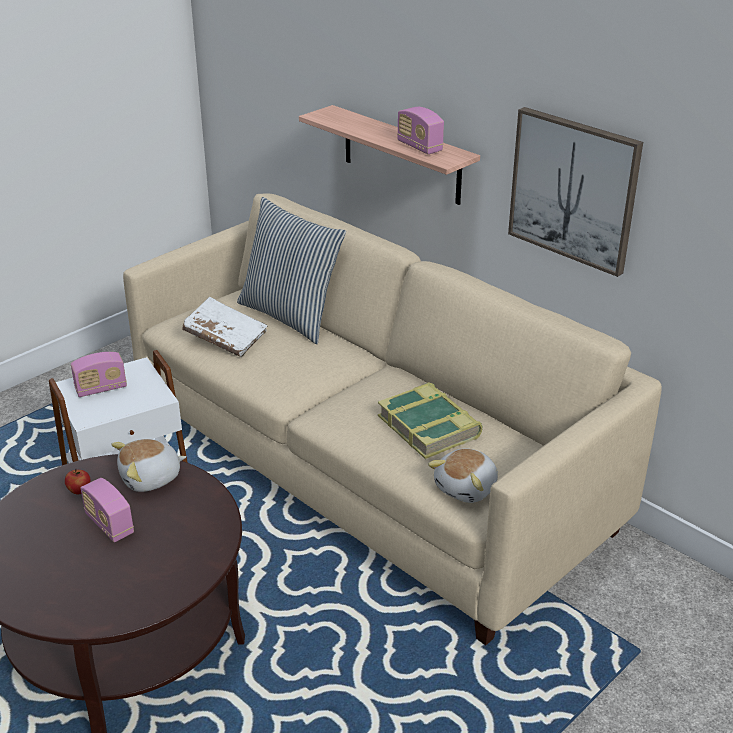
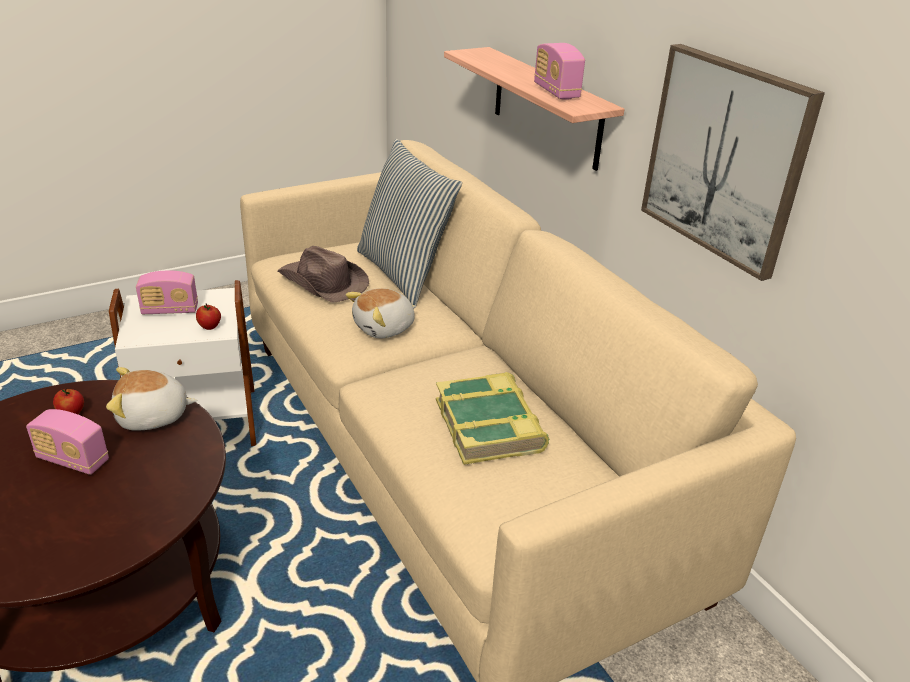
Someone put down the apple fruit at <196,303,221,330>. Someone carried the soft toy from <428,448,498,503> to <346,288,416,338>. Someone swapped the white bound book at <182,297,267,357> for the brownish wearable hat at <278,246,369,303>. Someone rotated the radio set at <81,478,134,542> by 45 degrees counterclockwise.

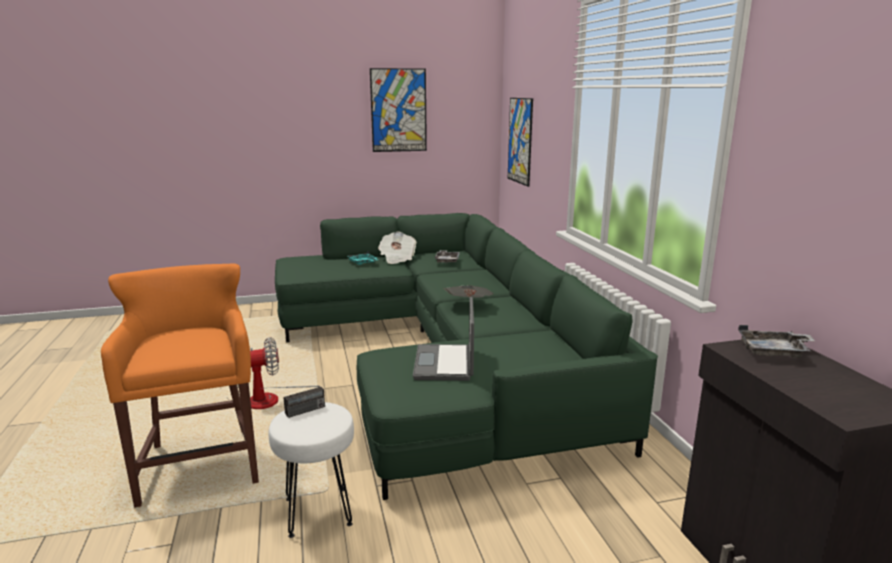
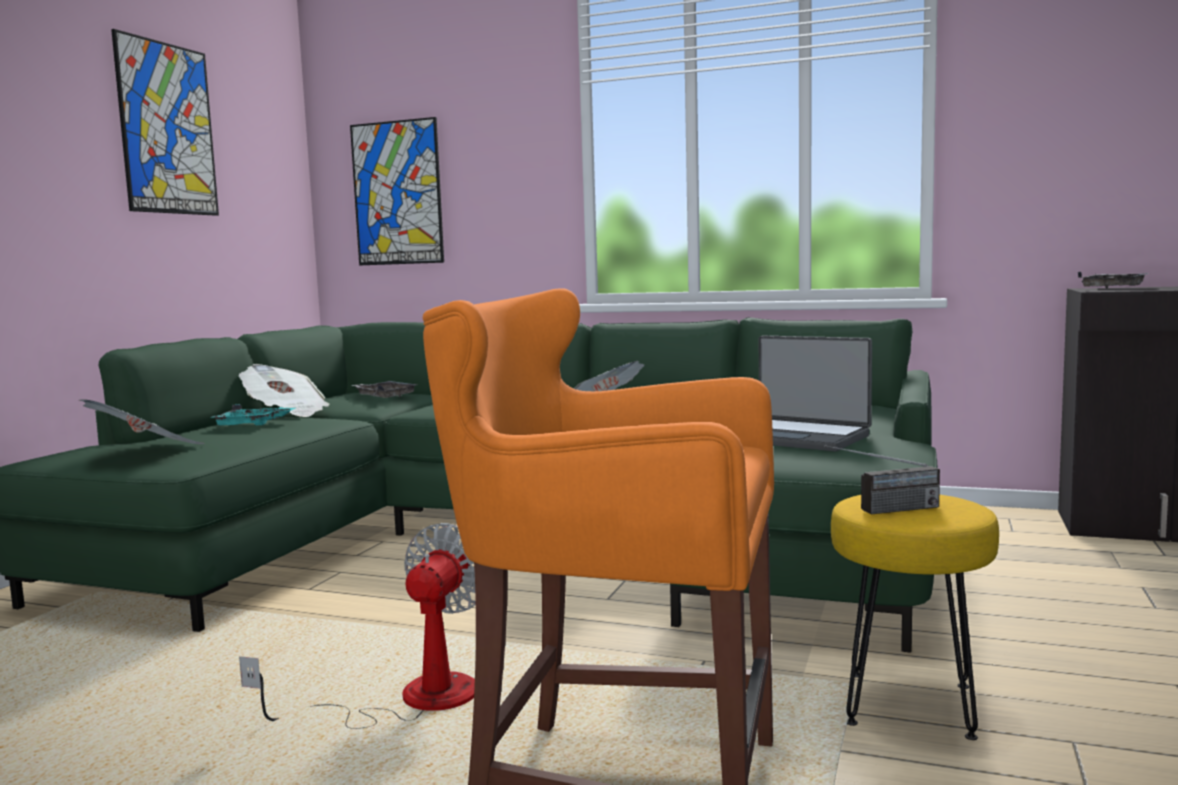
Someone put down the printed paper at <78,399,205,444>. Someone repainted the white sitting stool at <269,402,354,538>, which became the yellow-coloured sitting stool at <831,495,999,740>. Someone rotated the radio set at <272,385,325,418> by 75 degrees clockwise.

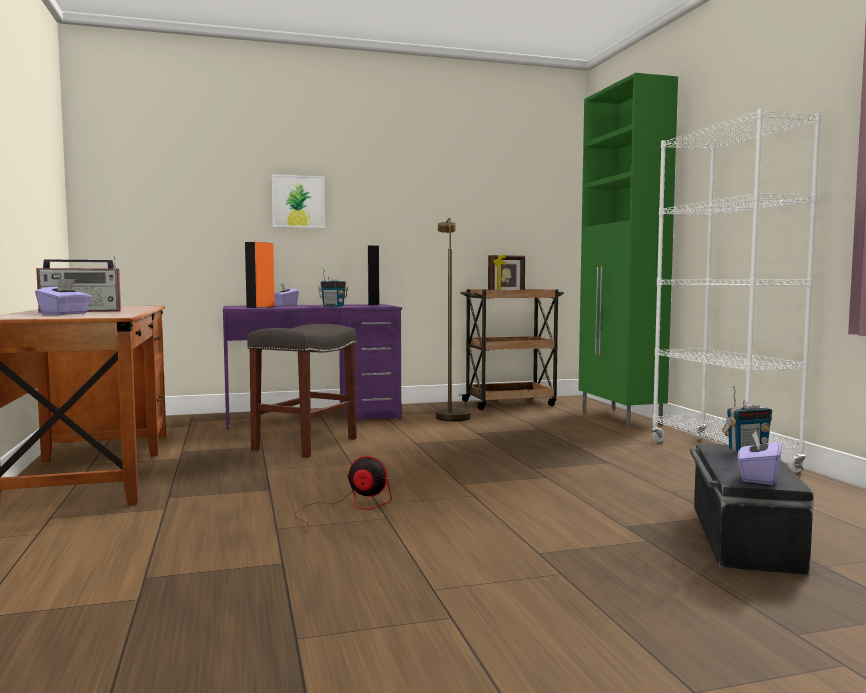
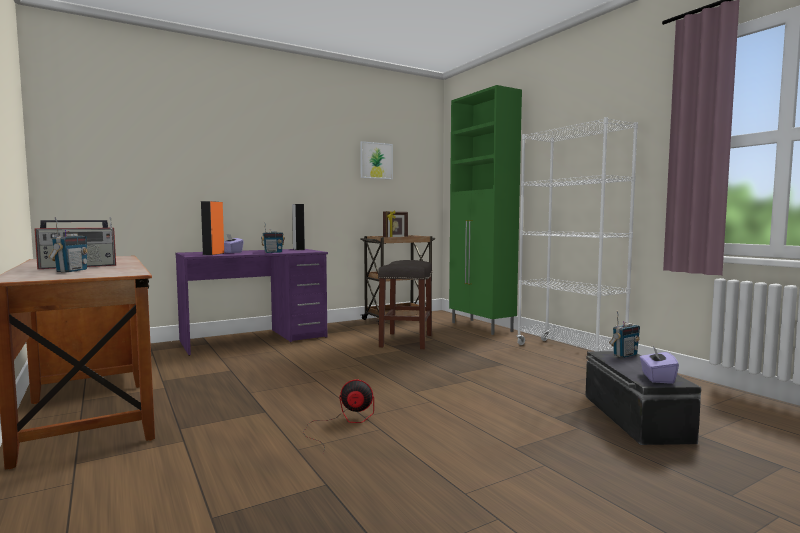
Someone took away the brownish standing lamp at <436,218,471,421>. Someone carried the grey sitting stool from <247,324,357,458> to <378,260,433,349>. Someone carried the wall art from <272,174,325,228> to <360,141,393,179>. Someone swapped the purplish tissue holder at <35,279,92,315> for the radio set at <49,217,88,273>.

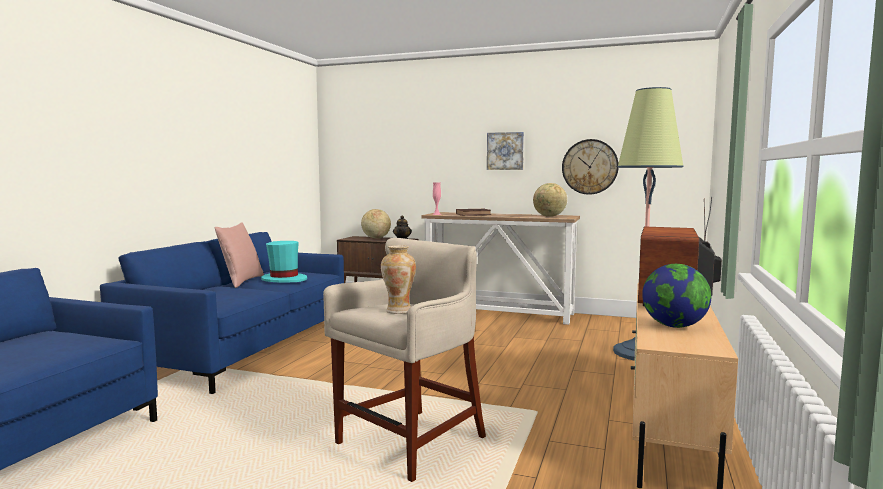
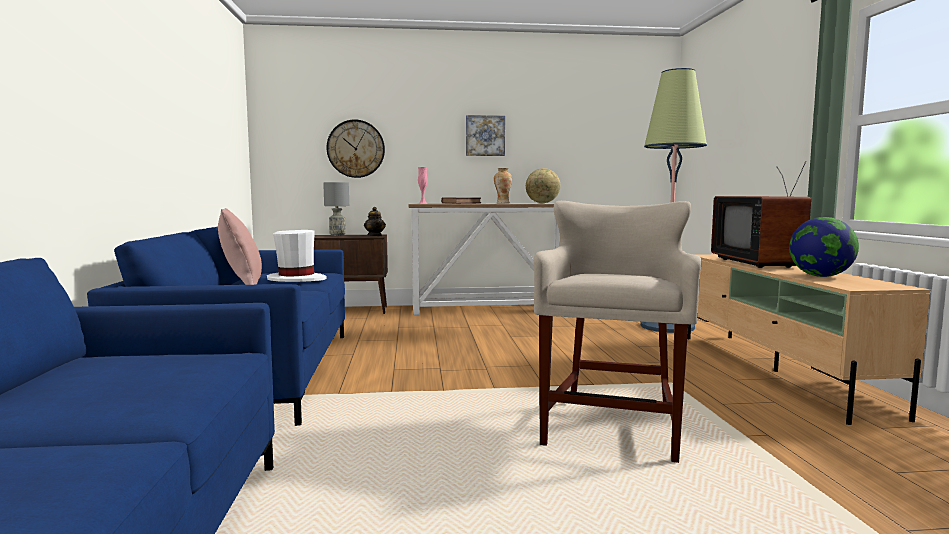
Someone carried the vase from <381,245,416,314> to <494,168,512,203>. Someone carried the wall clock from <562,139,619,195> to <327,119,385,178>. Someone swapped the desk globe at <361,209,391,239> for the grey lamp for a table at <323,182,349,236>. Someone repainted the turquoise wearable hat at <261,241,307,282>, which became the white wearable hat at <267,230,327,282>.

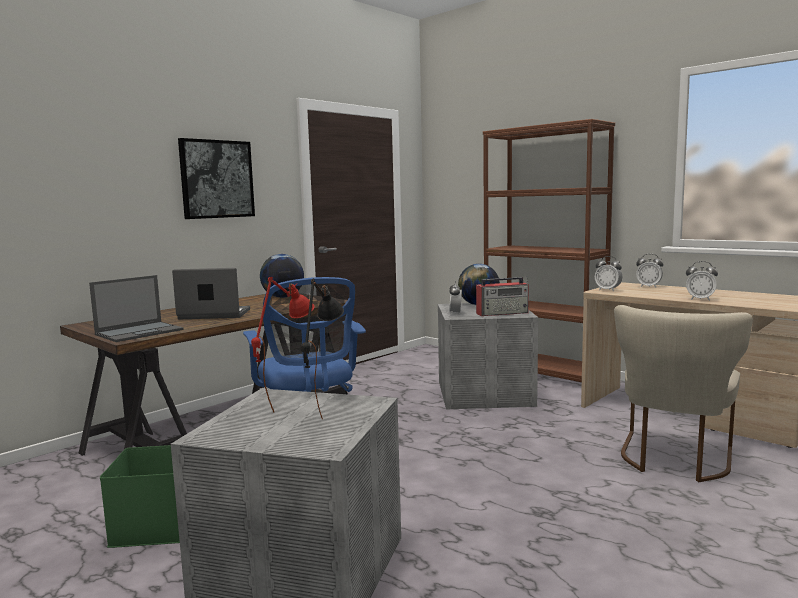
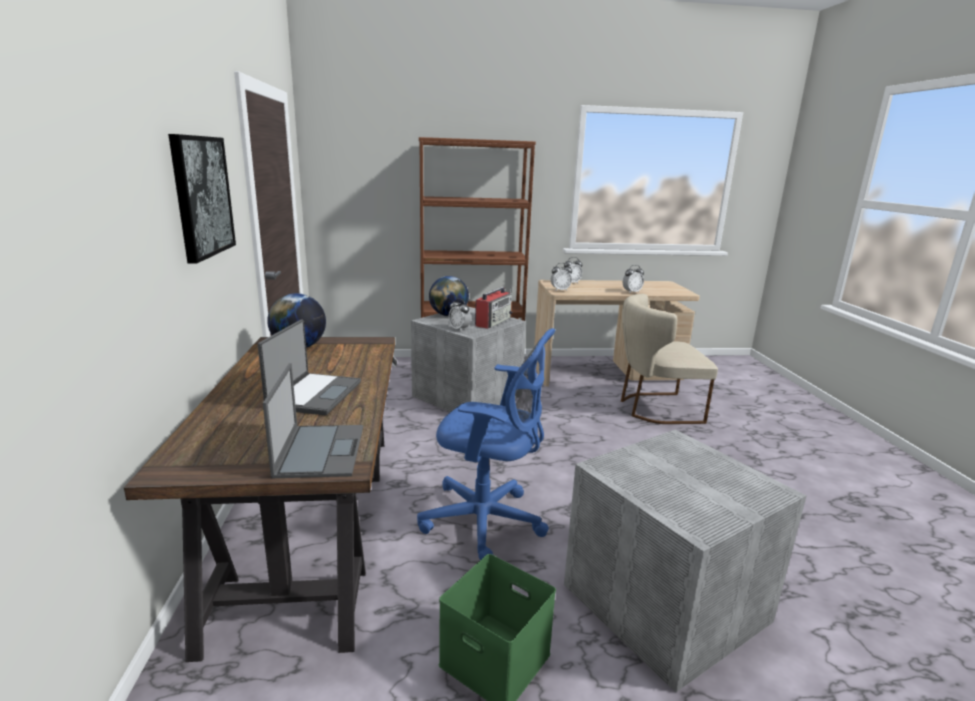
Someone took away the red-coloured lamp for a table at <251,277,314,413>. Someone took away the blackish lamp for a table at <301,278,344,419>. Someone rotated the portable computer at <172,268,250,319> by 150 degrees clockwise. Someone rotated the beige plain chair at <614,305,753,482> by 105 degrees clockwise.

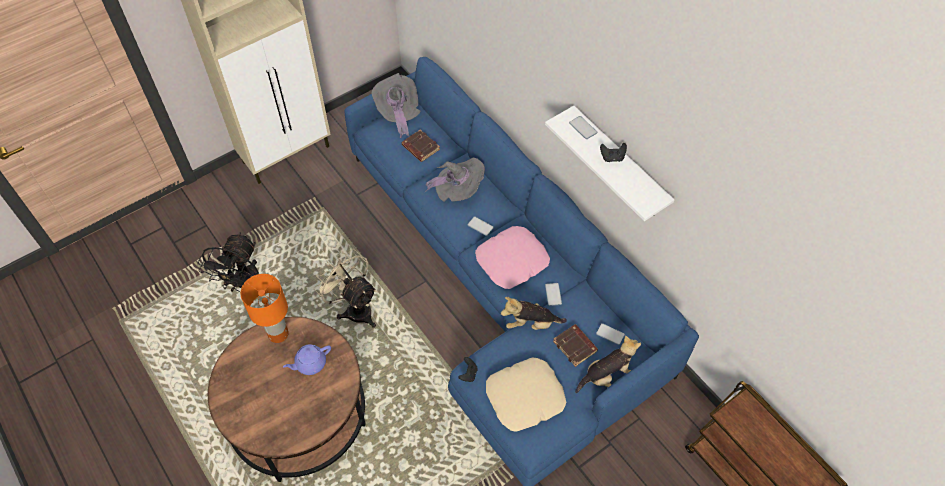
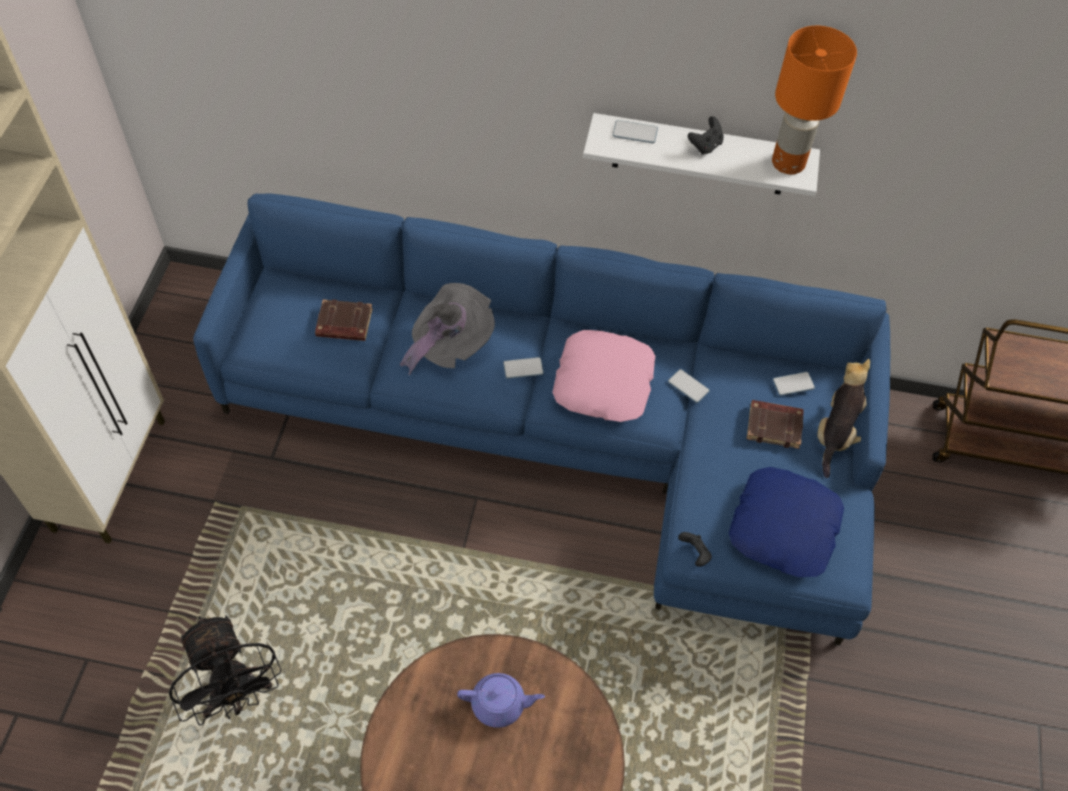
Someone took away the beige electric fan at <314,249,377,328>. Someone took away the grey wearable hat at <371,73,421,138>. Someone took away the soft toy at <501,297,567,330>. Someone carried the orange lamp for a table from <240,274,289,343> to <772,26,857,174>. Someone repainted the beige pillow at <486,358,566,432>, which became the blue pillow at <729,467,844,577>. Someone rotated the purplish teapot at <283,344,331,375> by 105 degrees counterclockwise.

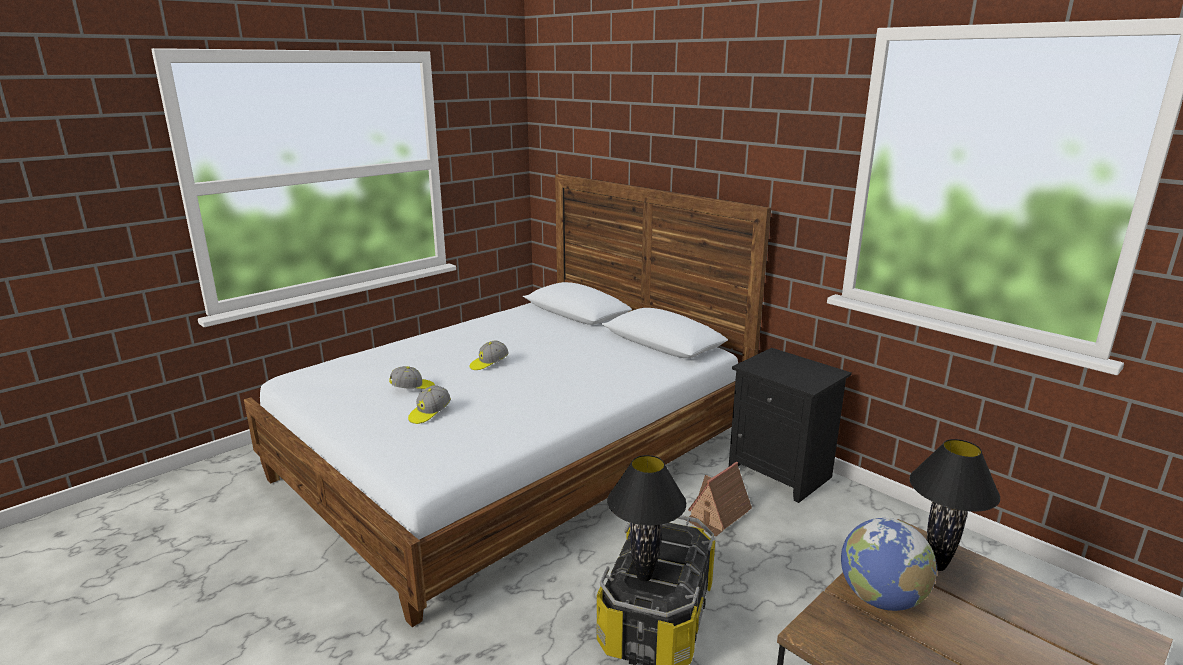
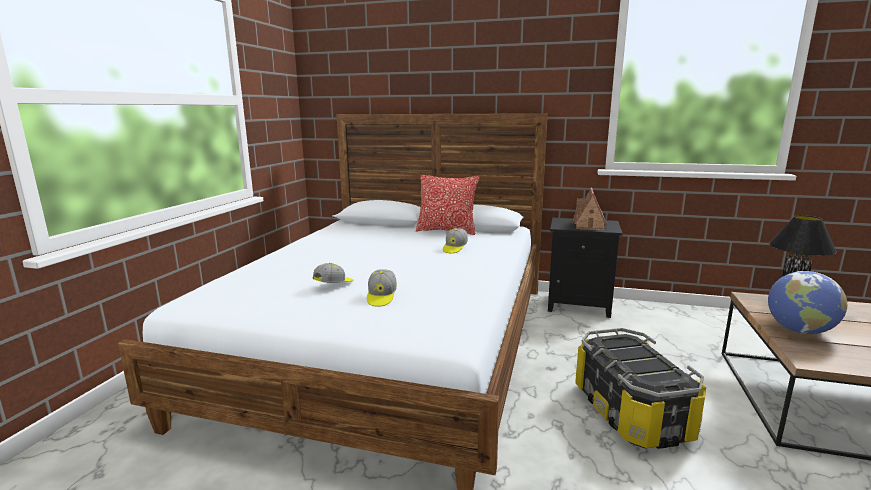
Someone took away the blackish lamp for a table at <607,455,686,581>. Someone put down the pillow at <416,175,480,235>. Someone carried the baseball cap from <470,340,509,370> to <443,228,468,253>. Someone carried the toy house from <685,462,752,537> to <573,188,607,230>.

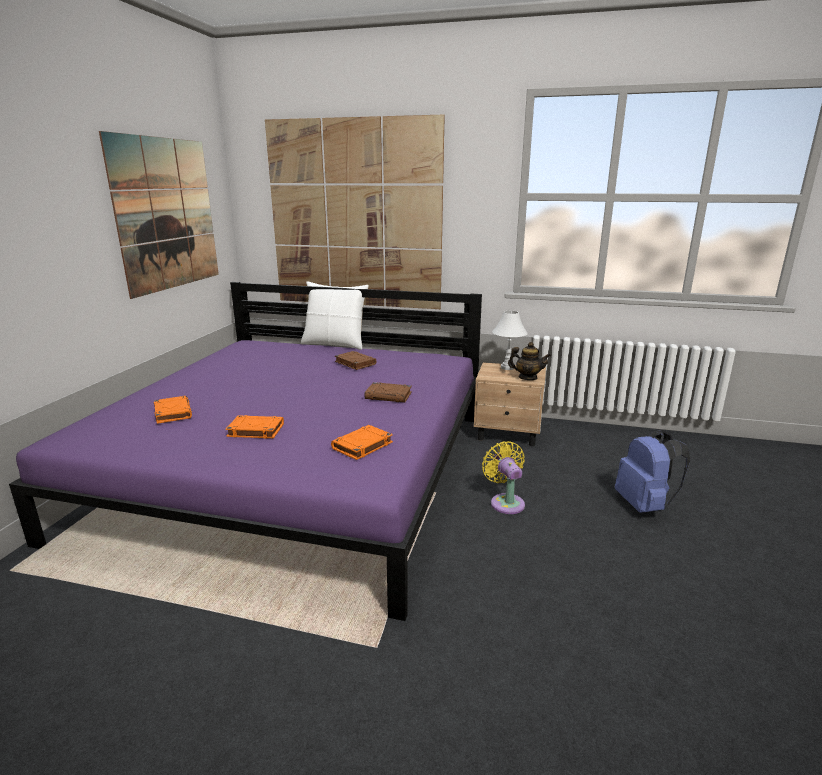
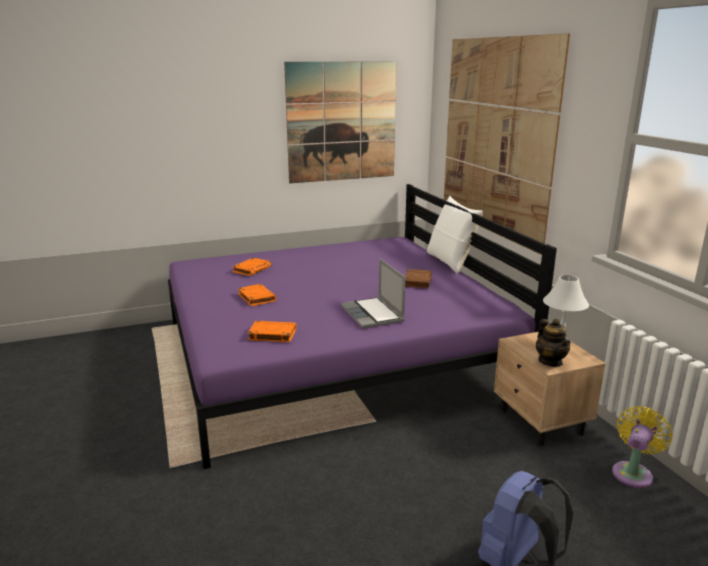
Someone carried the yellow-coloured electric fan from <482,441,525,514> to <612,406,673,488>. Someone swapped the brownish bound book at <364,382,412,402> for the portable computer at <341,258,405,328>.

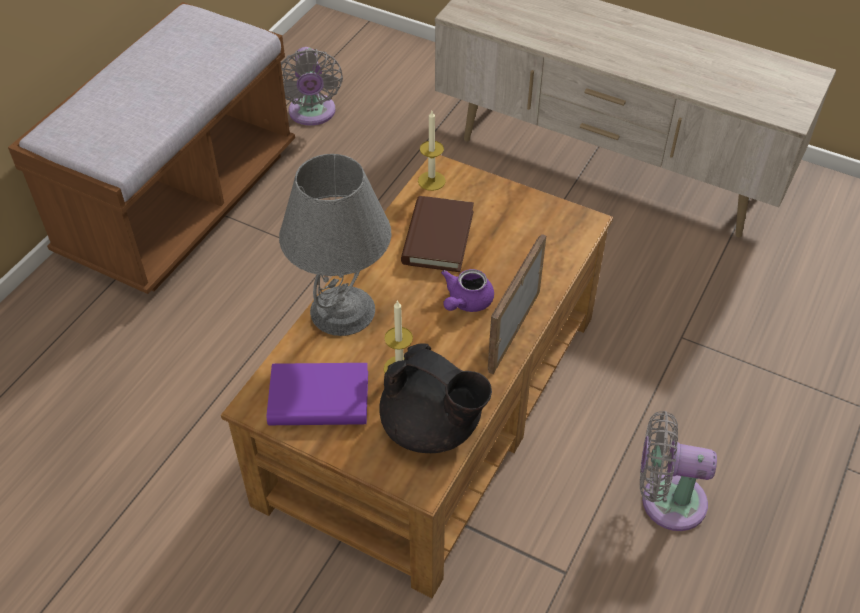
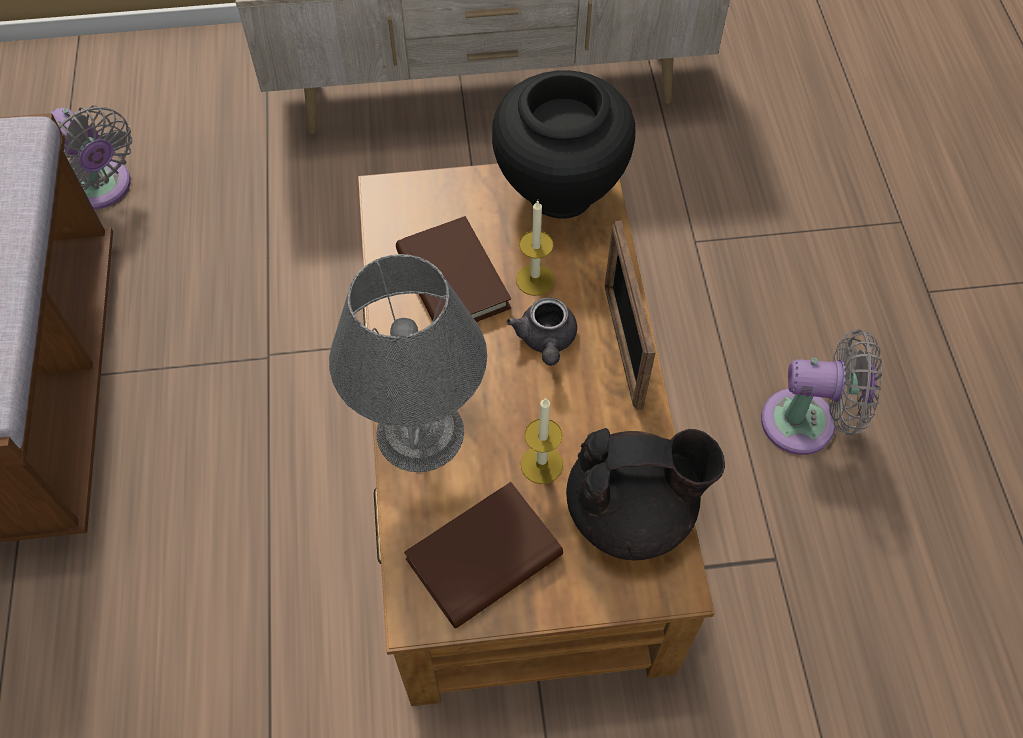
Someone put down the blackish vase at <492,70,635,219>. Someone carried the candle from <418,111,446,191> to <516,201,554,296>. Someone repainted the purplish bound book at <266,363,368,425>, which became the brownish bound book at <404,482,563,629>. Someone repainted the purplish teapot at <441,269,494,312>, which became the grey teapot at <507,297,577,366>. Someone rotated the grey electric fan at <640,411,717,531> by 150 degrees counterclockwise.

